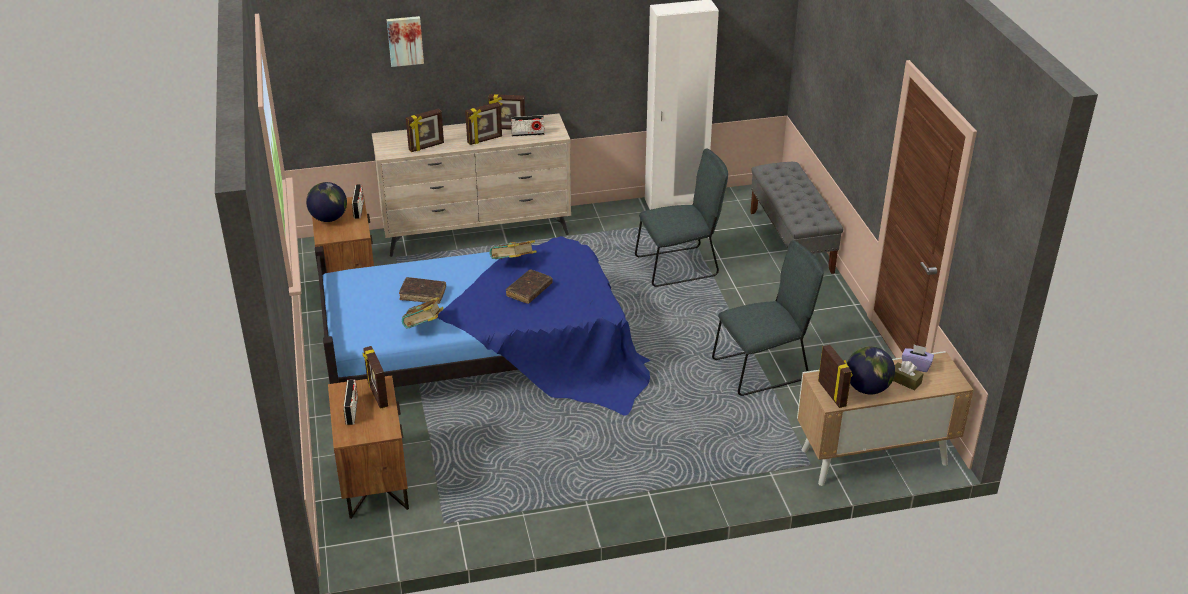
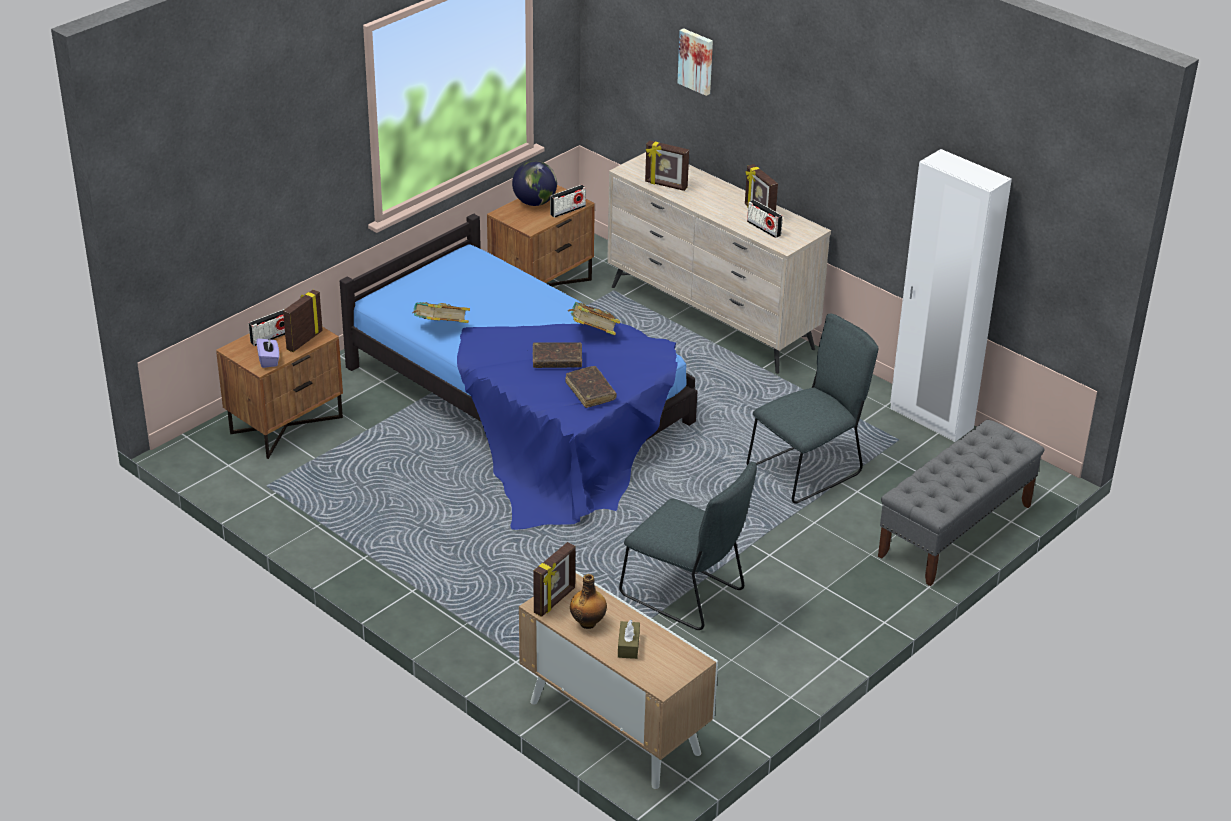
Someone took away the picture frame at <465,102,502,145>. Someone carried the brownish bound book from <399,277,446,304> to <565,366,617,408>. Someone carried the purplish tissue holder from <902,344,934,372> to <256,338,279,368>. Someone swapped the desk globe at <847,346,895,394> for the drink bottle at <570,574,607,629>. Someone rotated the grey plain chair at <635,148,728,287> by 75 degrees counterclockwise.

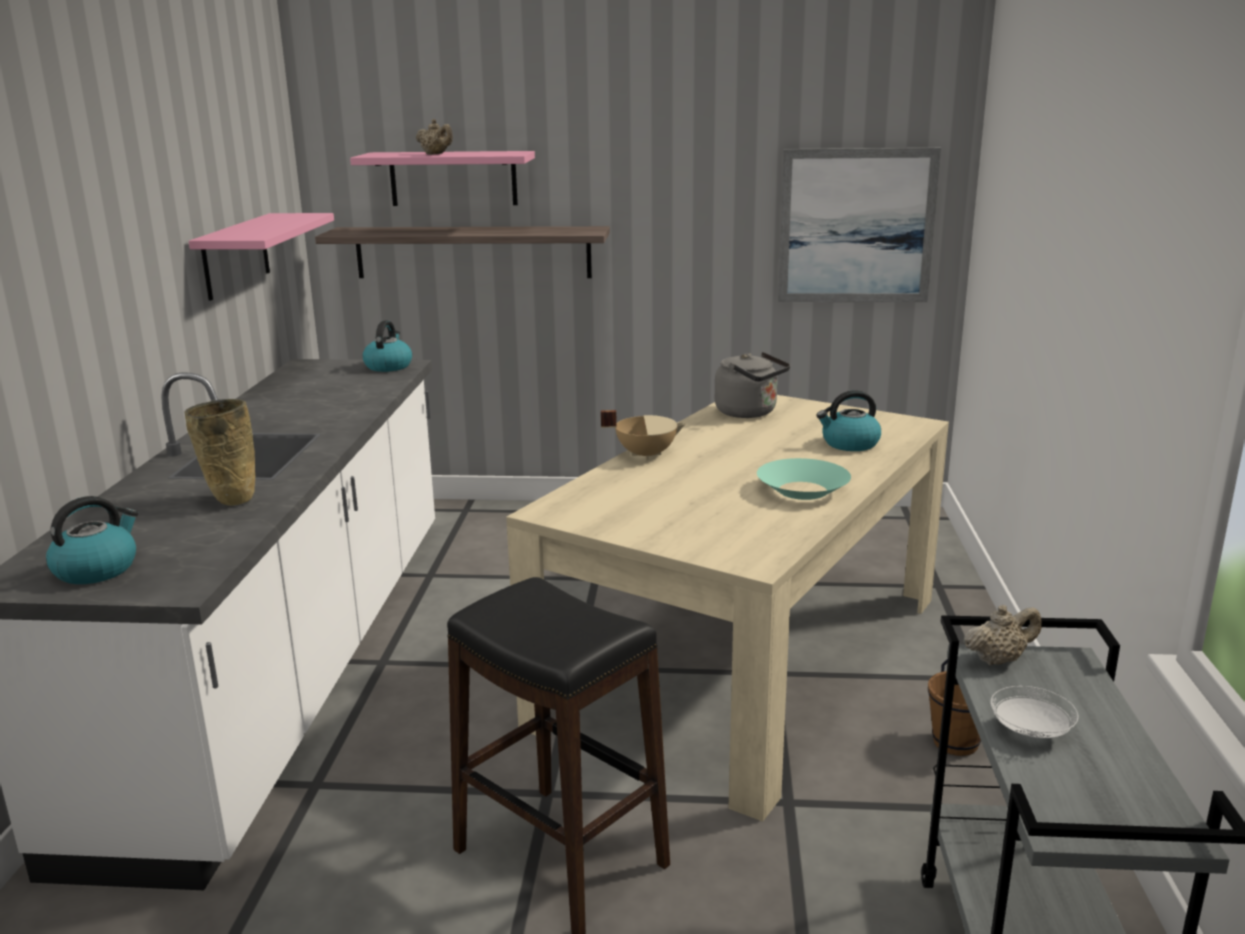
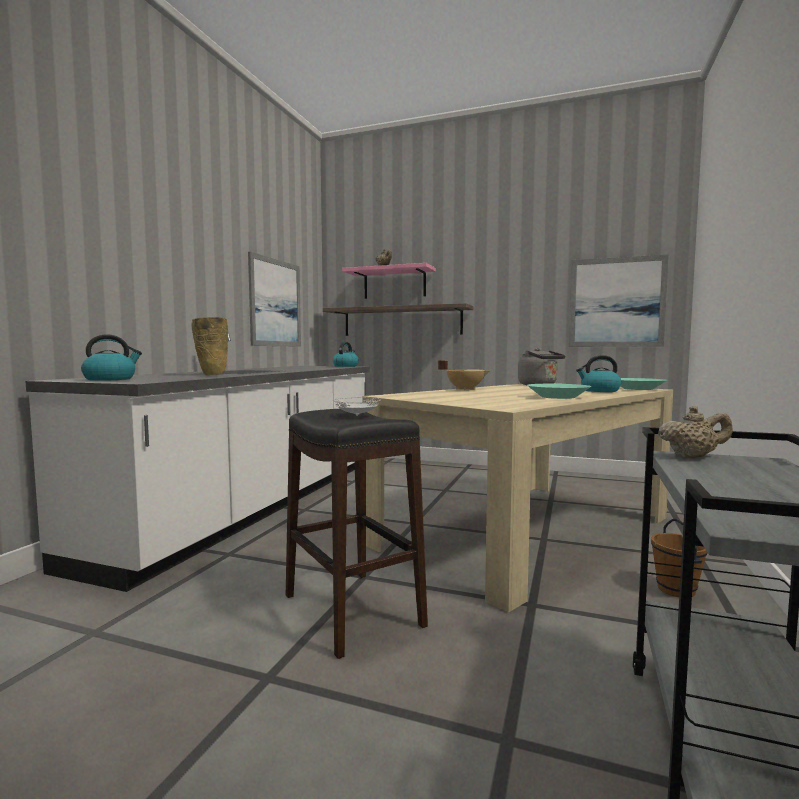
Someone put down the turquoise bowl at <621,378,667,390>. Someone carried the white plate from <990,686,1078,738> to <333,398,381,416>. Someone swapped the pink-coloured bracket shelf at <189,213,334,301> for the wall art at <248,252,301,347>.

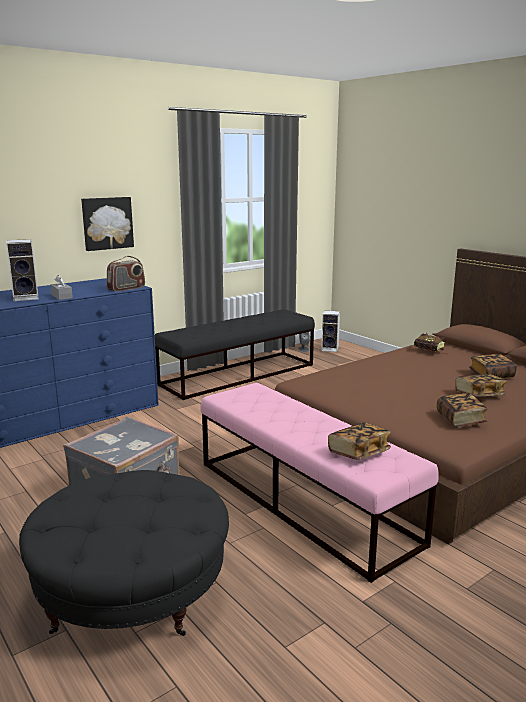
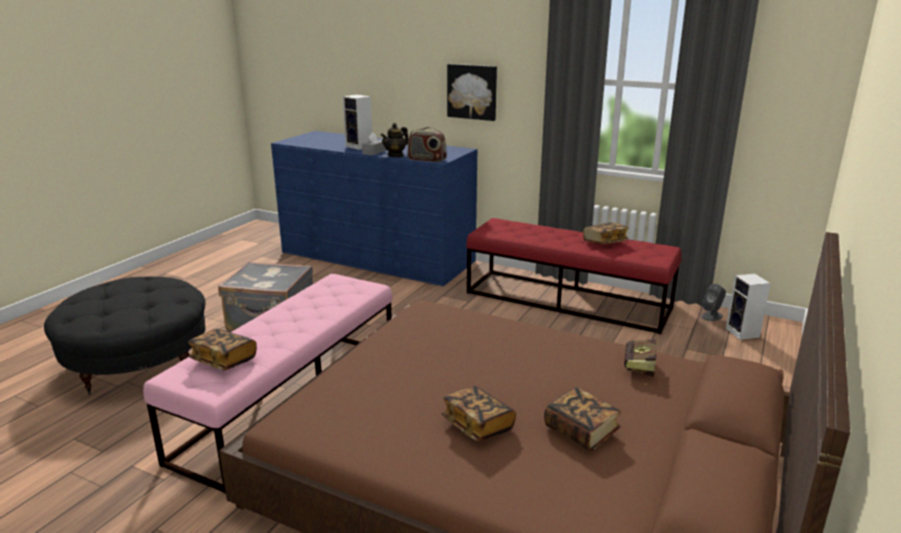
Someone put down the teapot at <381,123,408,157>. Someone carried the bound book from <437,393,488,428> to <583,222,629,244>. Someone repainted the blackish indoor bench at <155,309,315,400>, which became the red-coloured indoor bench at <466,218,681,334>.

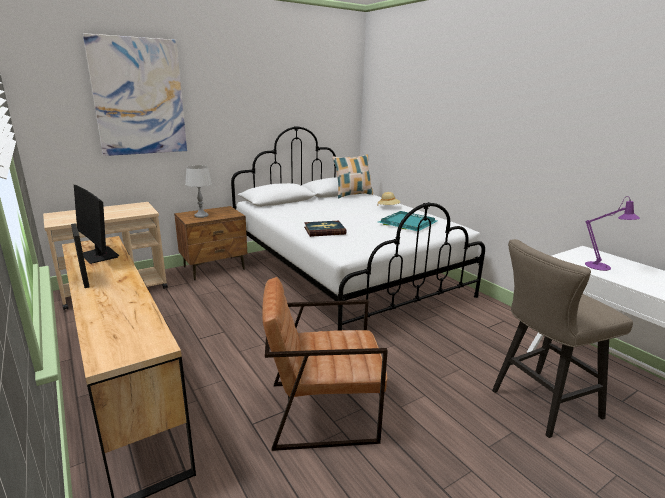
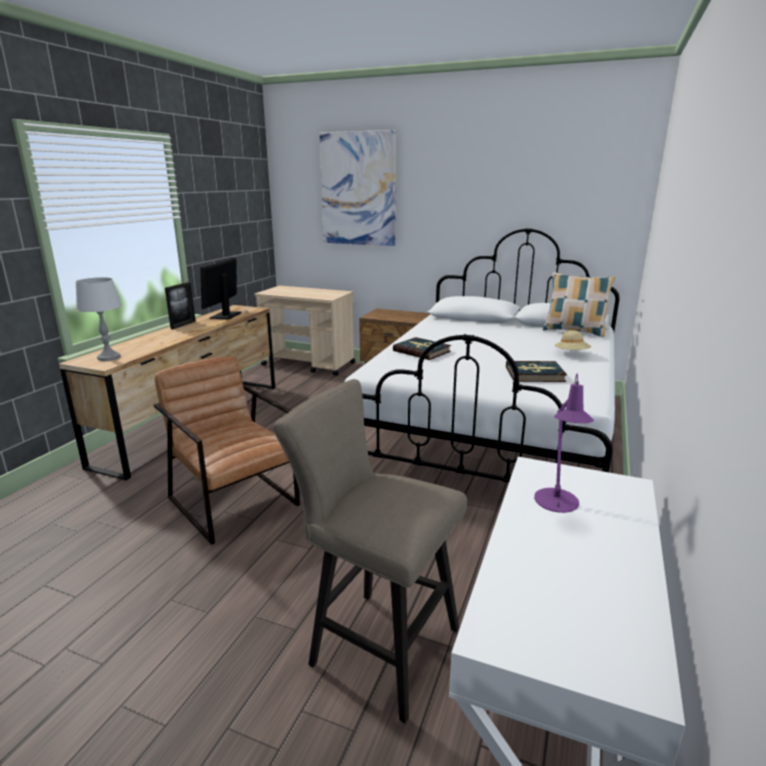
Someone carried the grey lamp for a table from <185,165,212,218> to <76,277,122,361>. Someone swapped the turquoise serving tray at <378,211,437,231> for the bound book at <506,361,567,382>.

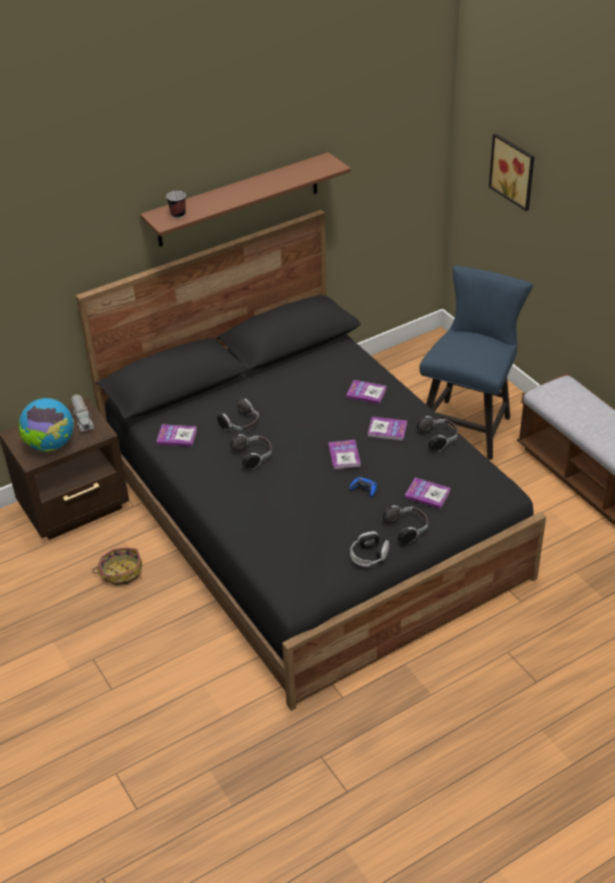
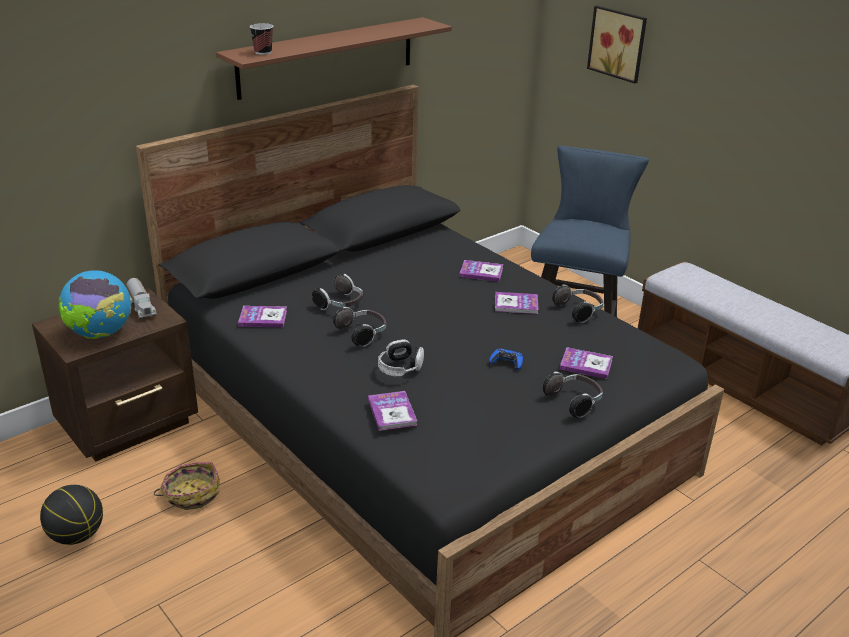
Someone put down the ball for basketball at <40,485,103,545>. Someone carried the bound book from <328,440,361,469> to <368,391,417,431>. Someone carried the headphones from <350,531,389,567> to <378,340,424,376>.

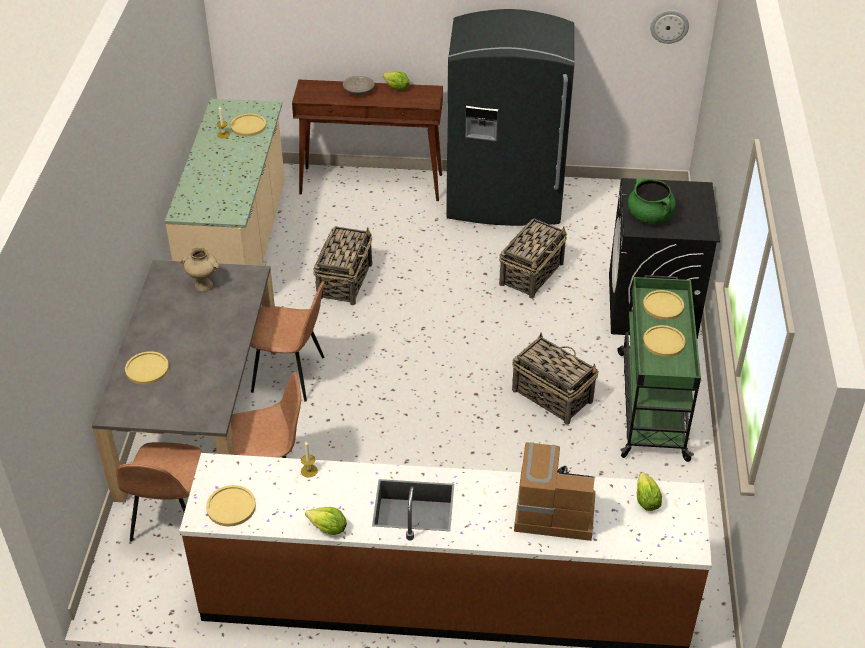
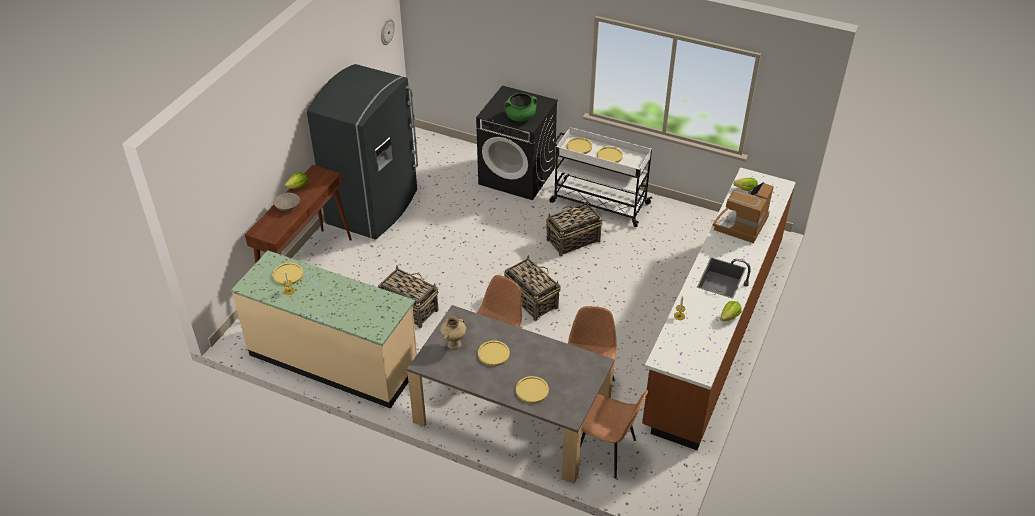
Someone carried the yellow-coloured plate from <206,485,256,526> to <478,340,510,366>. Someone carried the household basket from <499,219,567,299> to <504,255,561,321>. Someone repainted the green-coloured wheeled cart at <617,275,701,462>, which became the white wheeled cart at <549,127,652,227>.

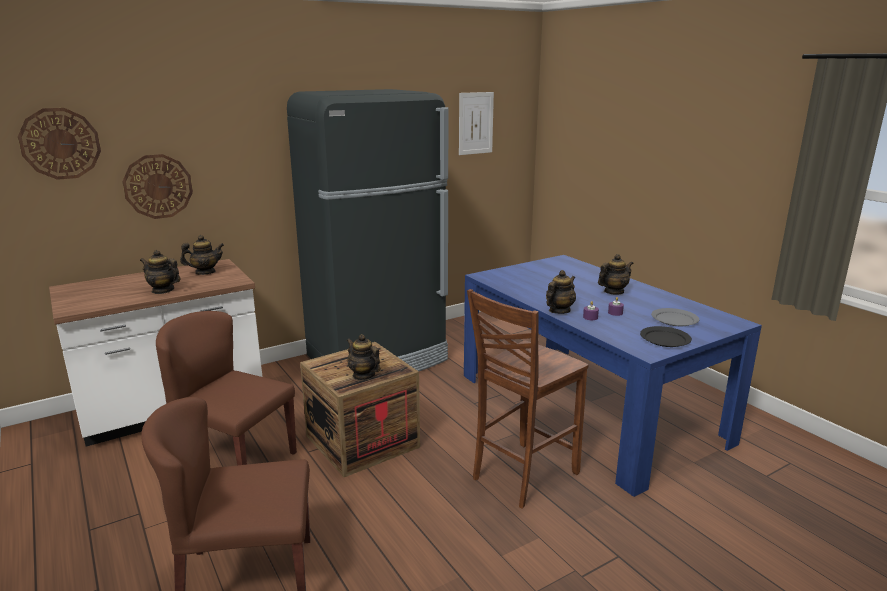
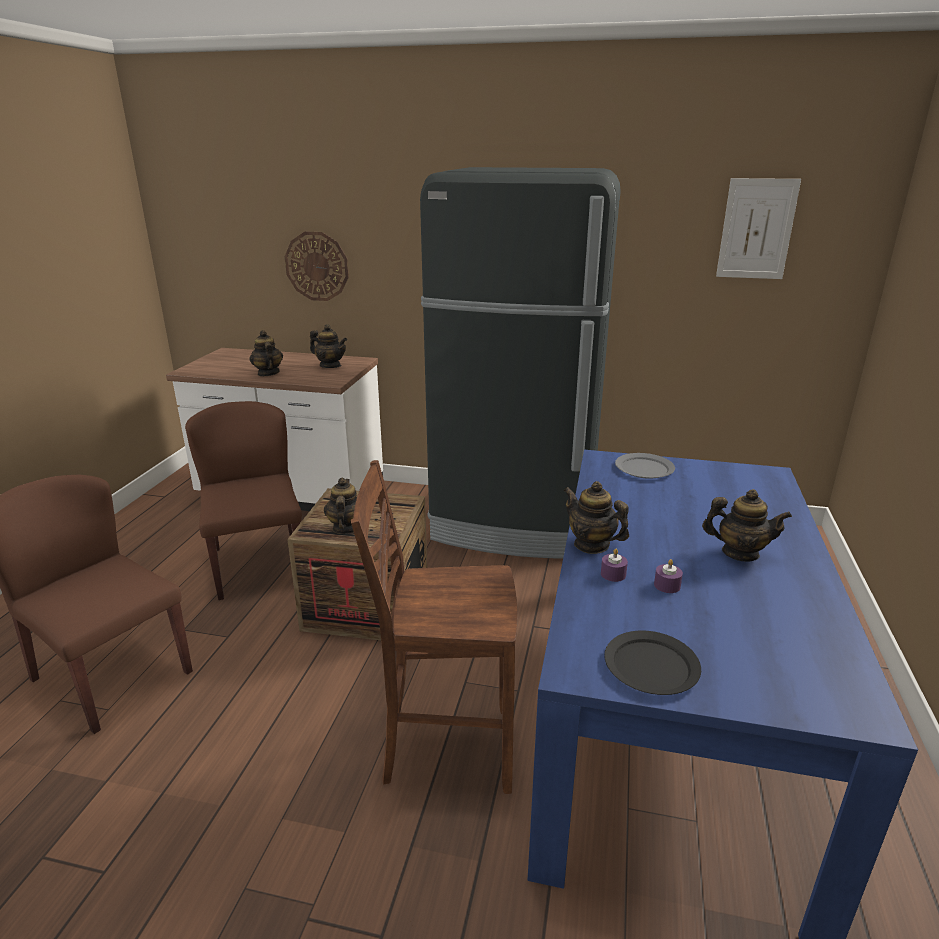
Someone took away the wall clock at <18,108,101,180>. Someone carried the grey plate from <651,308,699,326> to <615,453,675,479>. Someone rotated the teapot at <546,270,576,314> by 135 degrees counterclockwise.

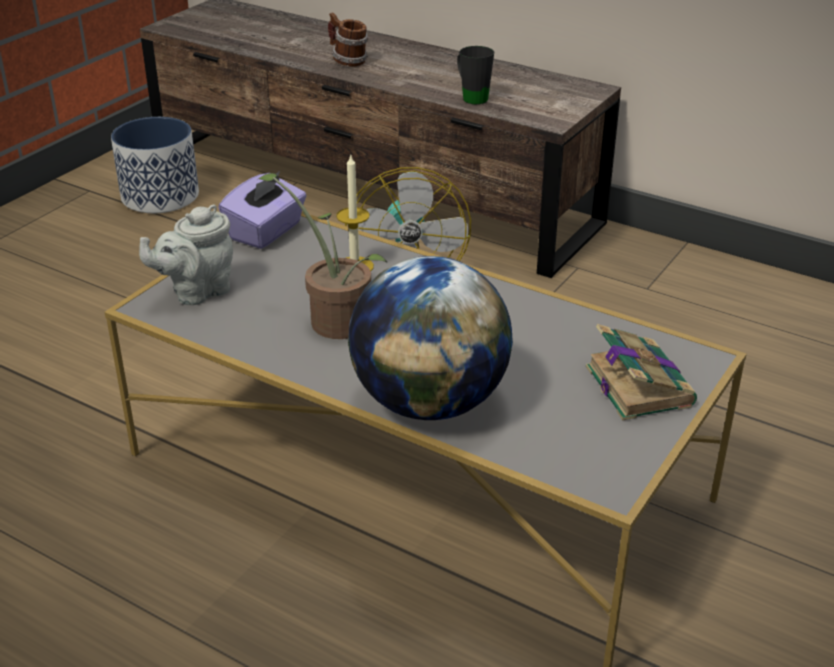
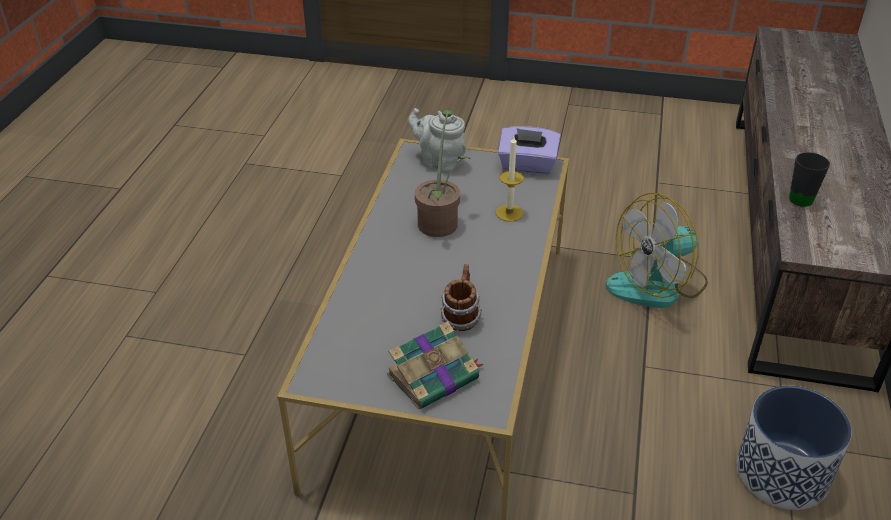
Someone took away the desk globe at <348,256,513,420>. Someone carried the plant pot from <111,117,199,213> to <737,386,852,510>. Someone carried the mug from <328,12,369,67> to <440,264,482,331>.

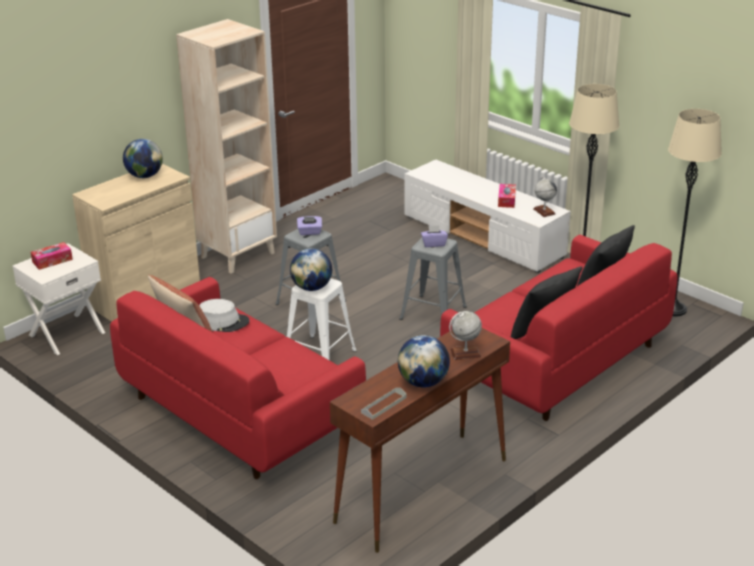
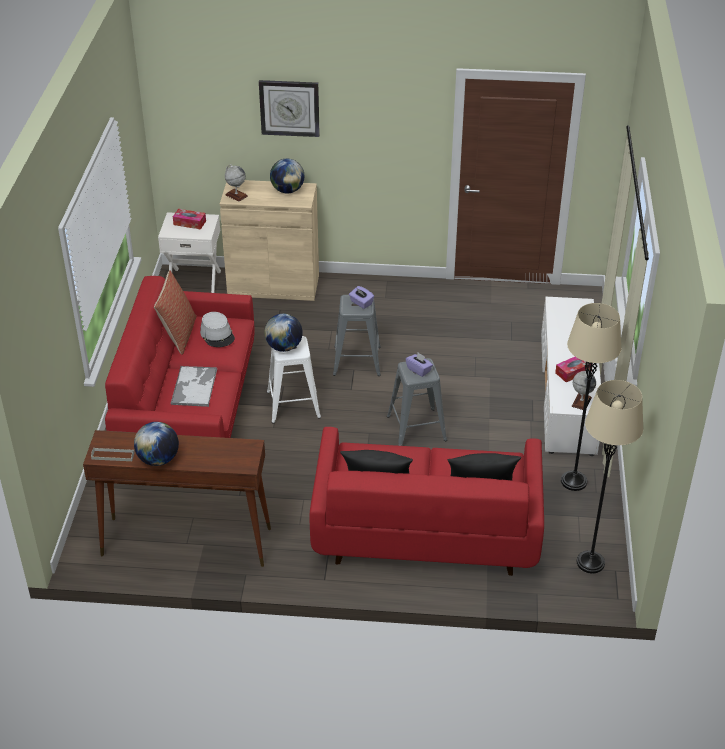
Someone took away the beige bookcase at <176,19,277,274>. Someone put down the serving tray at <171,366,217,407>. Someone put up the wall clock at <259,80,320,137>. Someone carried the desk globe from <449,311,482,360> to <225,164,248,202>.

